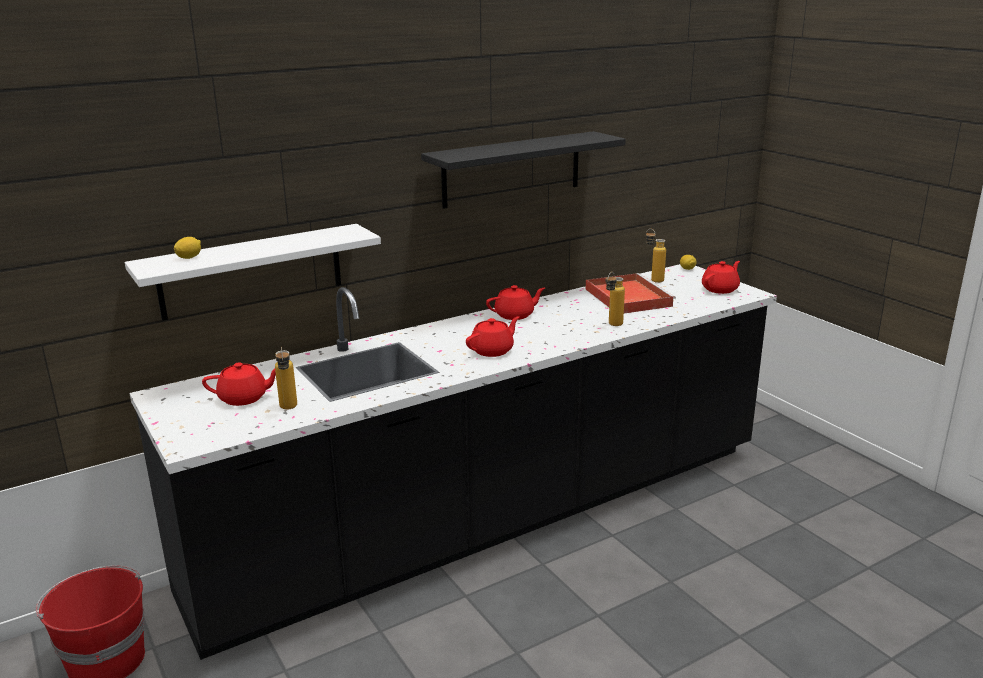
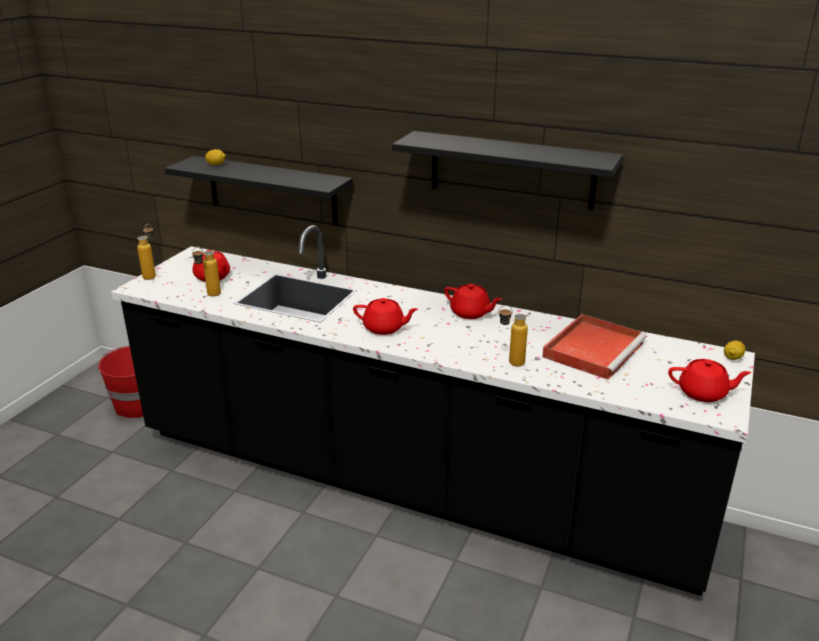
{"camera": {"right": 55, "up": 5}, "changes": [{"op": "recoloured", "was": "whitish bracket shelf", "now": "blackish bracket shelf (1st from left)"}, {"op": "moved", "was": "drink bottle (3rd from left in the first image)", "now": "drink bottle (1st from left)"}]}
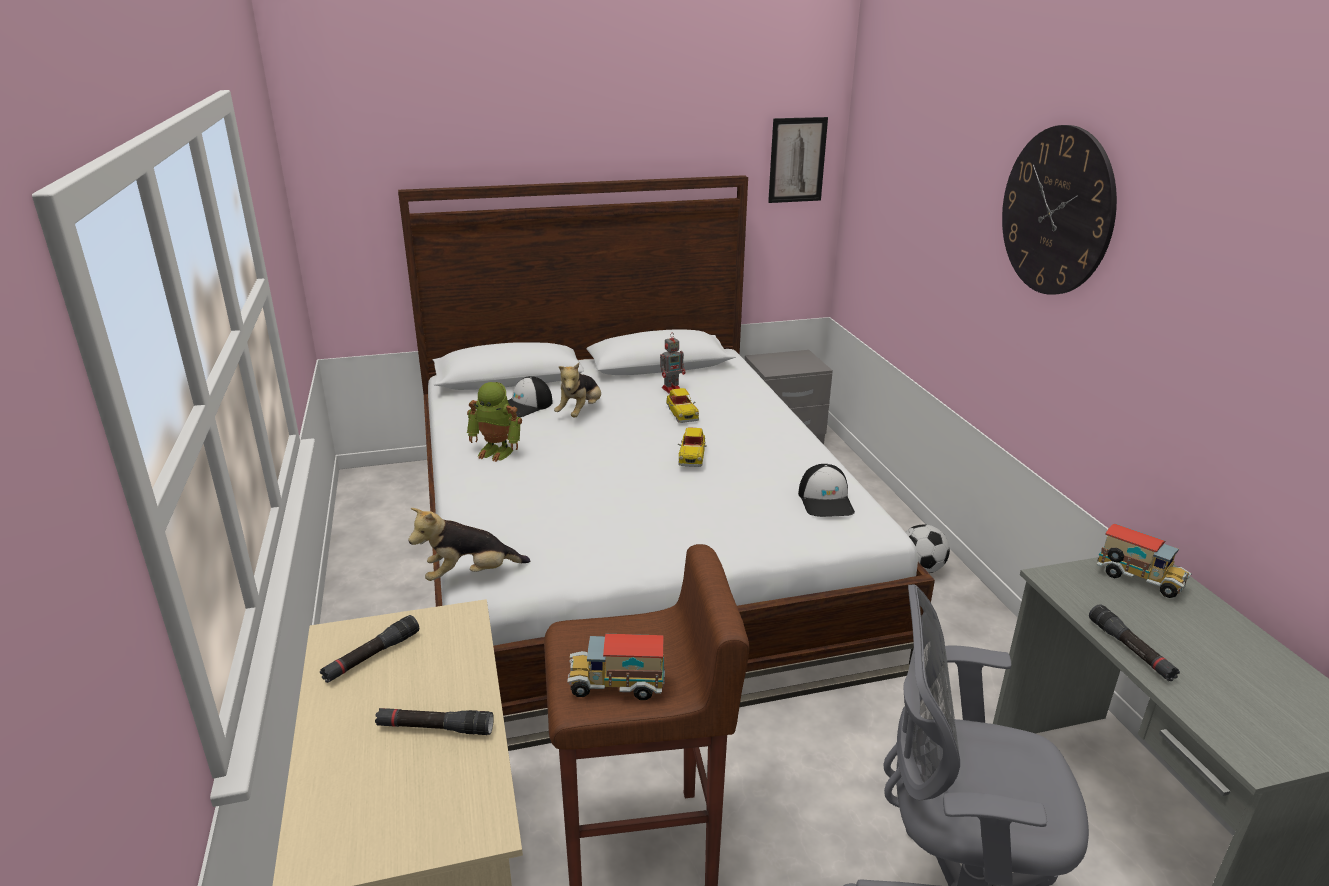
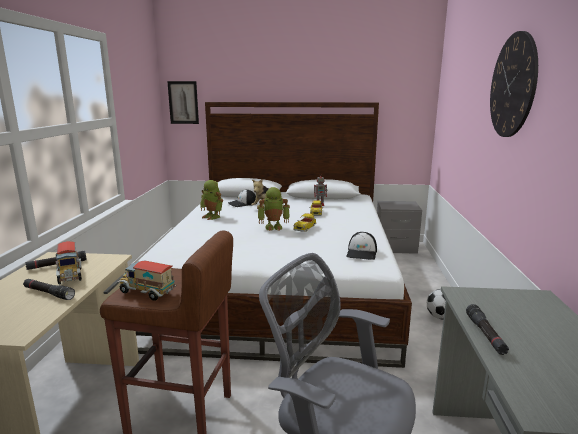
{"camera": {"right": 20, "up": -10}, "changes": [{"op": "moved", "was": "wall art"}, {"op": "removed", "was": "plush toy (1st from left)"}, {"op": "moved", "was": "model truck (2nd from left in the first image)", "now": "model truck (1st from left)"}, {"op": "added", "now": "model robot (2nd from left)"}]}
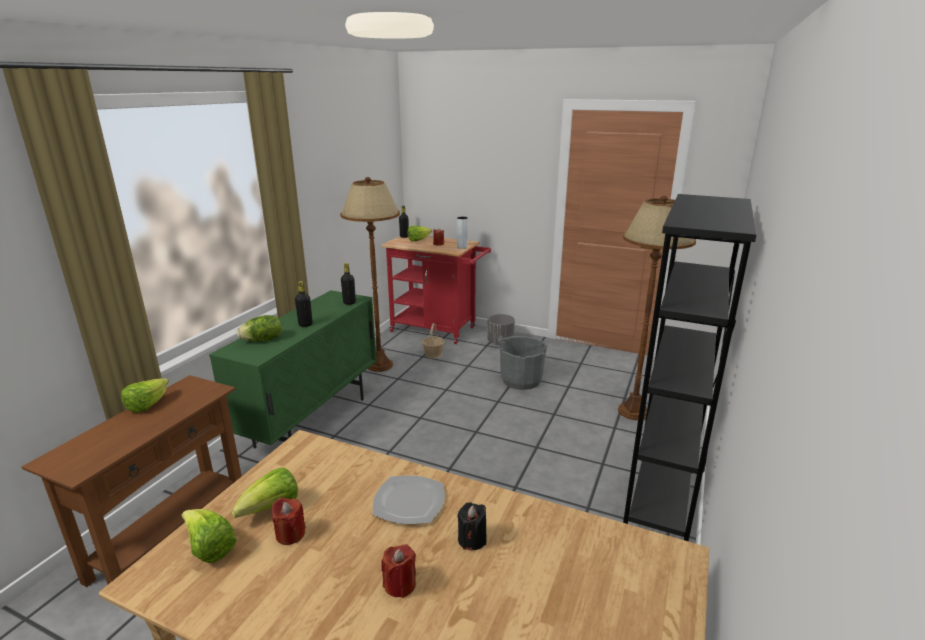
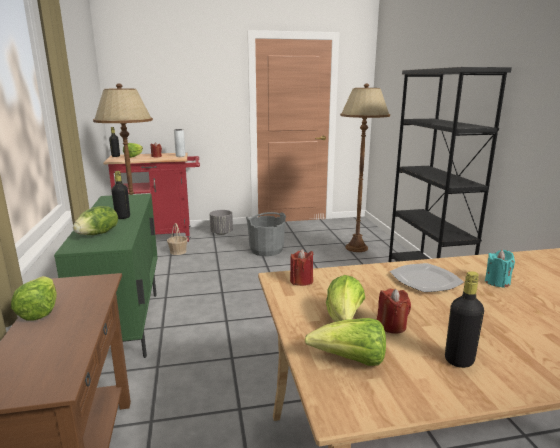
{"camera": {"right": -35, "up": -5}, "changes": [{"op": "moved", "was": "blackish drink bottle (2nd from left in the first image)", "now": "blackish drink bottle (3rd from left)"}, {"op": "recoloured", "was": "blackish wax candle", "now": "turquoise wax candle"}, {"op": "moved", "was": "reddish wax candle (2nd from left)"}]}
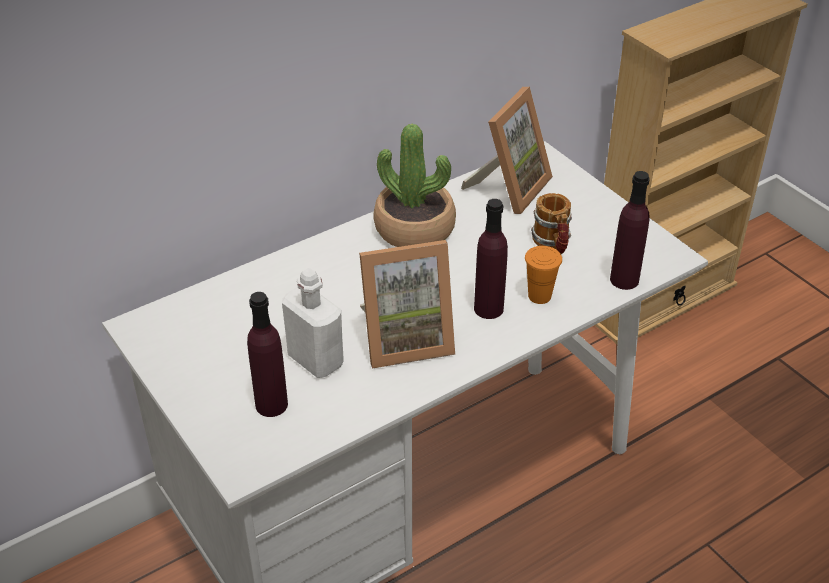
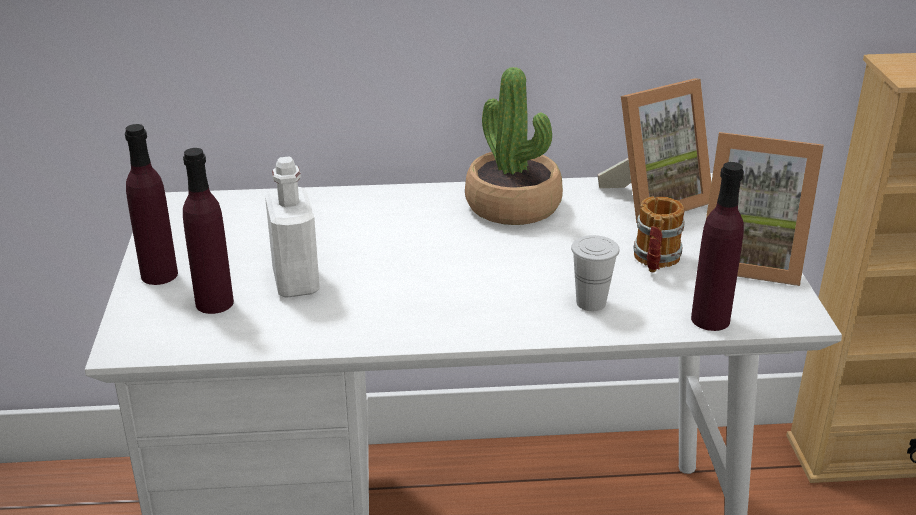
{"camera": {"right": 30, "up": -10}, "changes": [{"op": "moved", "was": "purple drink bottle (2nd from left in the first image)", "now": "purple drink bottle (1st from left)"}, {"op": "moved", "was": "standing frame (1st from left in the first image)", "now": "standing frame (2nd from left)"}, {"op": "recoloured", "was": "orange-coloured drinking cup", "now": "whitish drinking cup"}]}
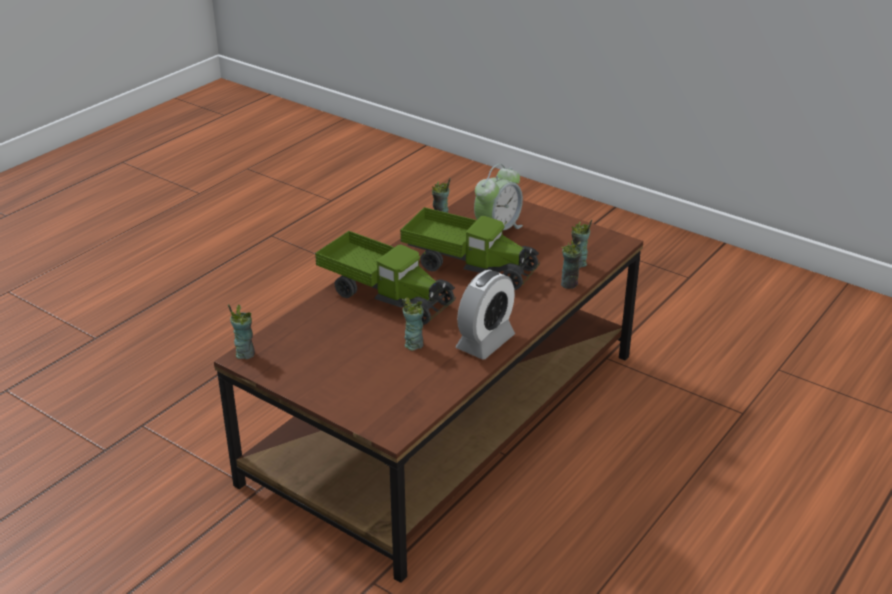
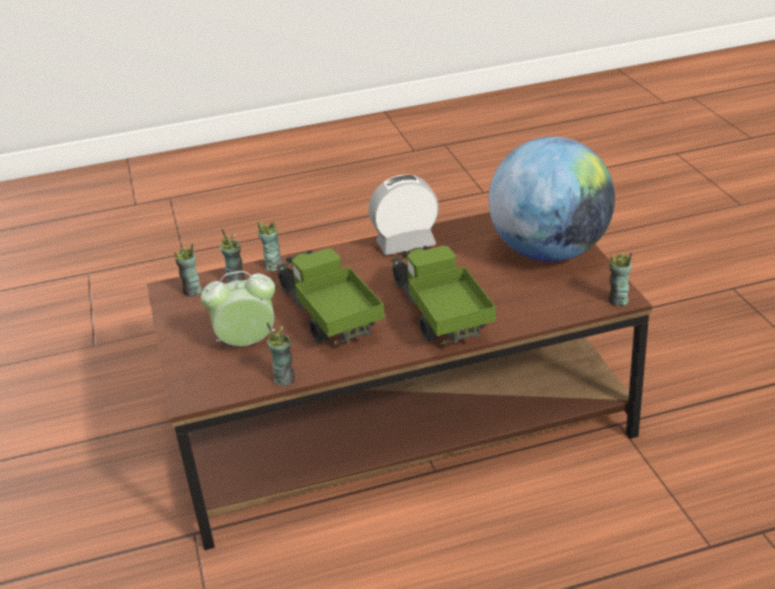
{"camera": {"right": -140, "up": 0}, "changes": [{"op": "moved", "was": "drinking cup (2nd from left in the first image)", "now": "drinking cup (1st from left)"}, {"op": "added", "now": "desk globe"}]}
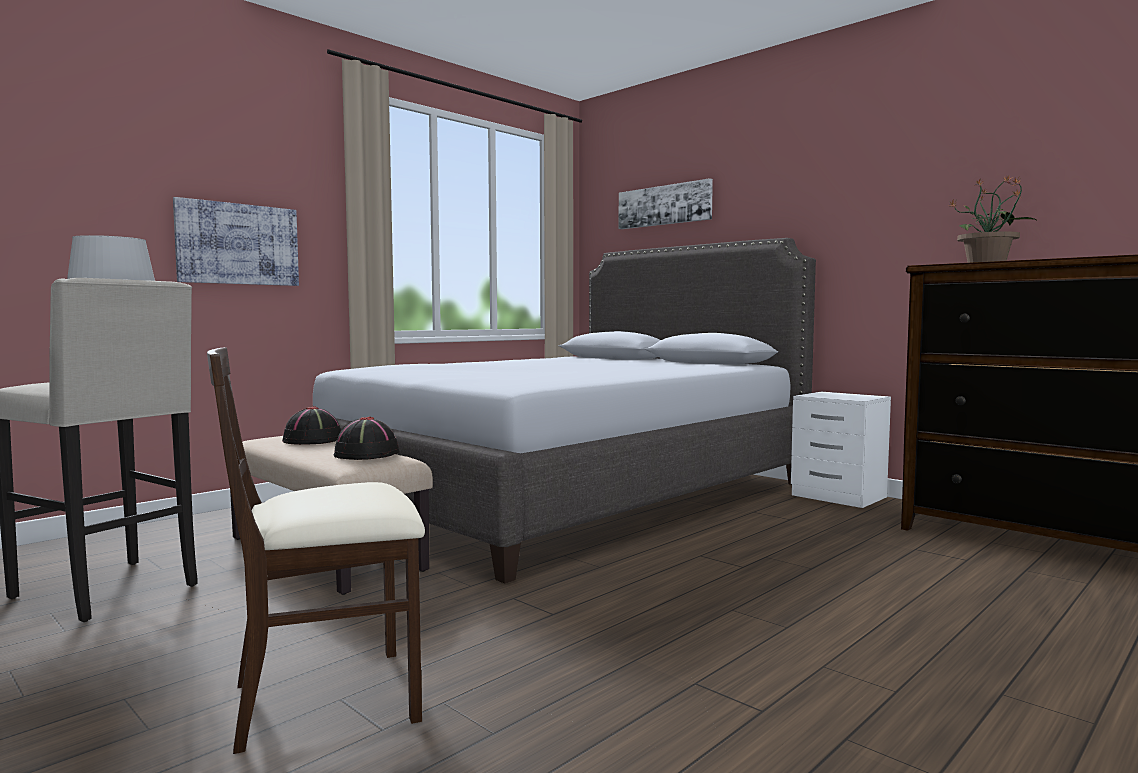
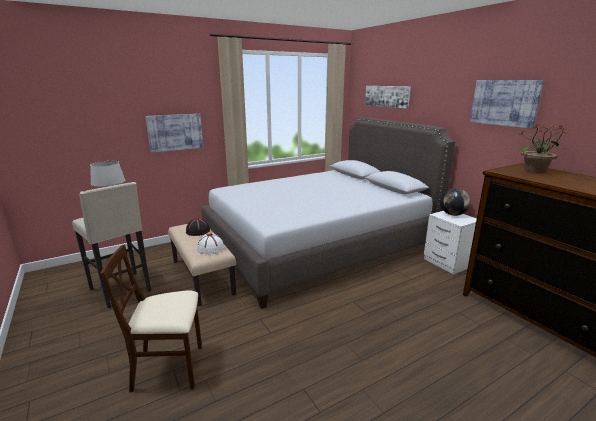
{"camera": {"right": 15, "up": 15}, "changes": [{"op": "recoloured", "was": "blackish hat (2nd from left)", "now": "whitish hat"}, {"op": "added", "now": "wall art (3rd from left)"}, {"op": "added", "now": "desk globe"}]}
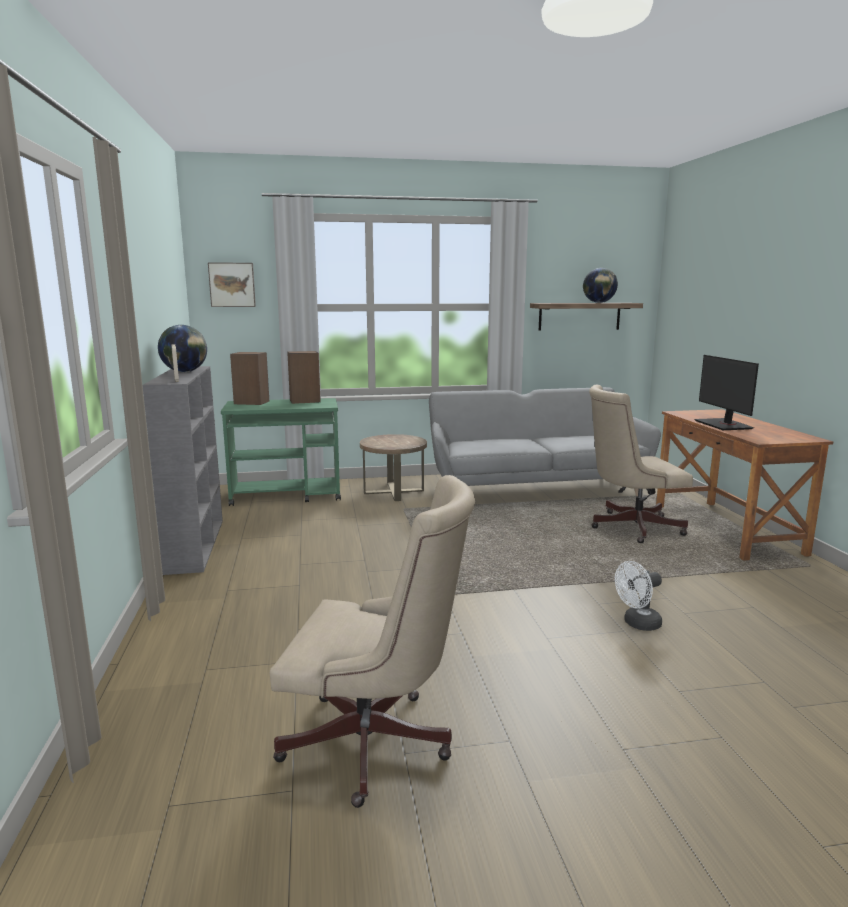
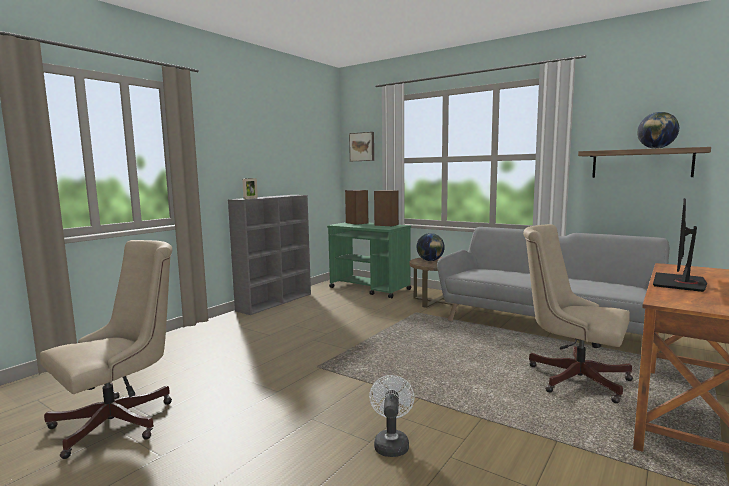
{"camera": {"right": 45, "up": -5}, "changes": [{"op": "moved", "was": "desk globe (1st from left)"}, {"op": "turned", "was": "sand-coloured office chair (1st from left)", "clockwise": -105}, {"op": "turned", "was": "whitish electric fan", "clockwise": 75}]}
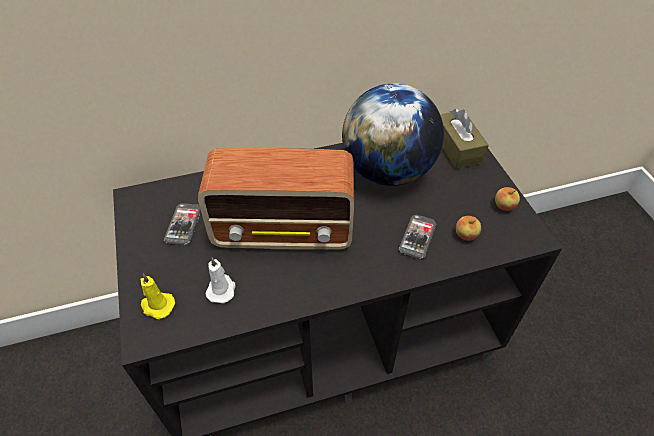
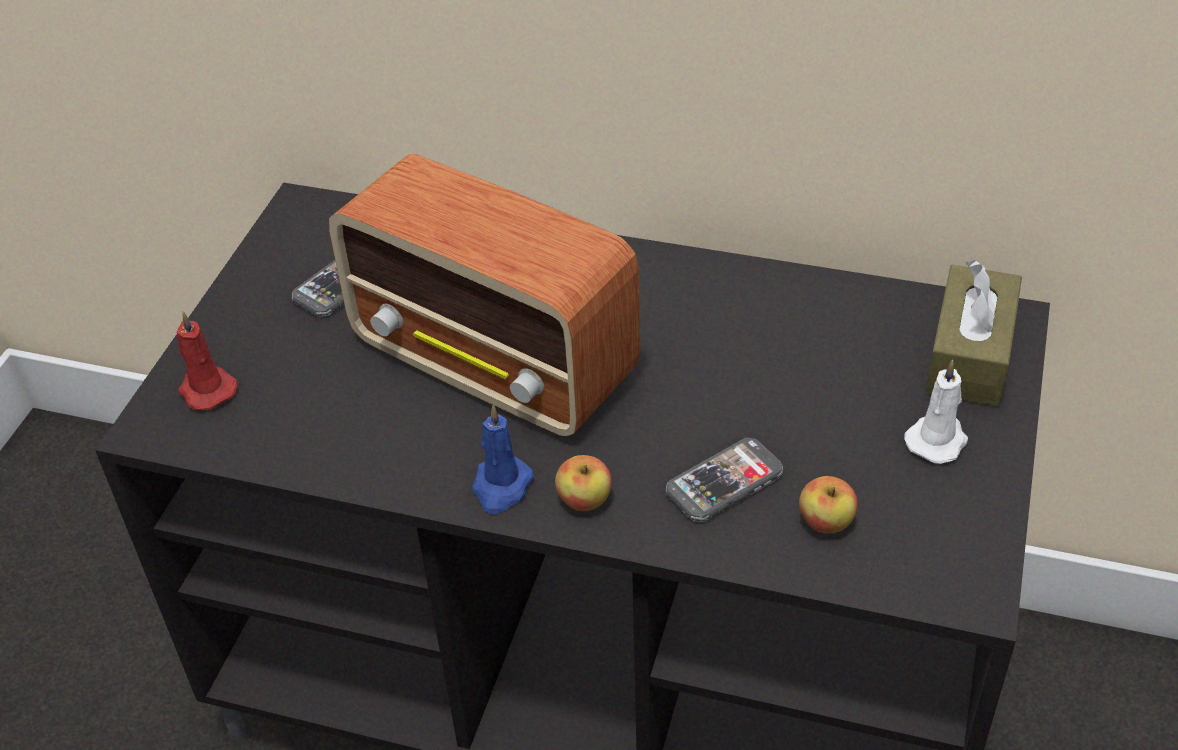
{"camera": {"right": 35, "up": -5}, "changes": [{"op": "removed", "was": "desk globe"}, {"op": "moved", "was": "whole apple (2nd from left in the first image)", "now": "whole apple (1st from left)"}, {"op": "moved", "was": "whitish wax candle"}, {"op": "recoloured", "was": "yellowish wax candle", "now": "reddish wax candle"}, {"op": "added", "now": "bluish wax candle"}]}
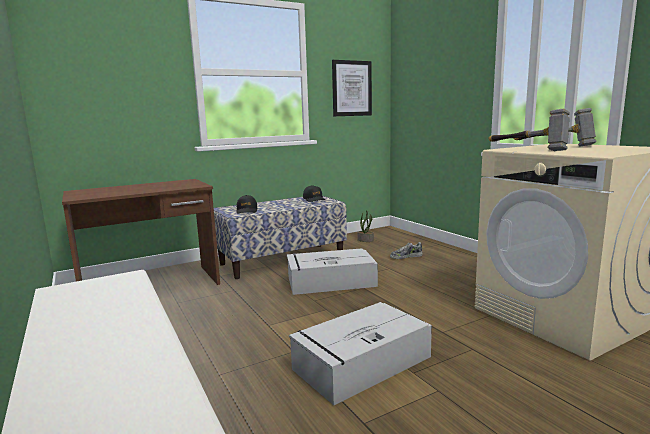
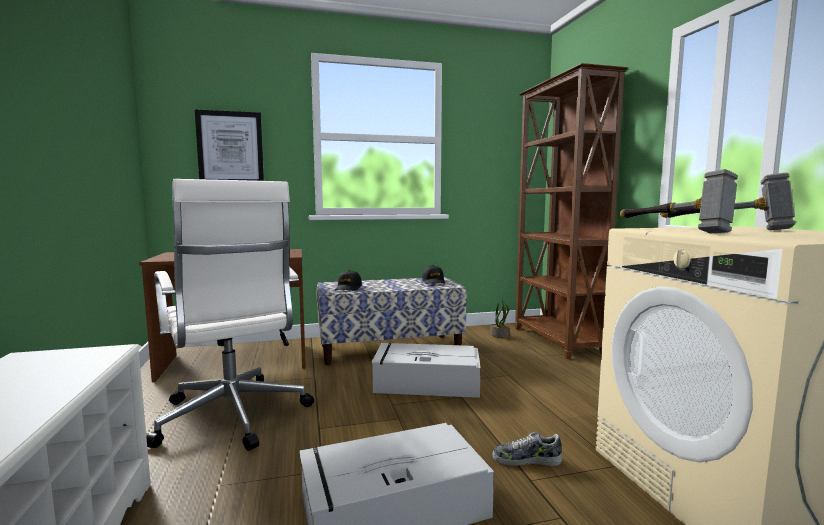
{"camera": {"right": 15, "up": -5}, "changes": [{"op": "moved", "was": "wall art"}, {"op": "moved", "was": "low shoe"}, {"op": "added", "now": "brown bookcase"}, {"op": "added", "now": "whitish office chair"}]}
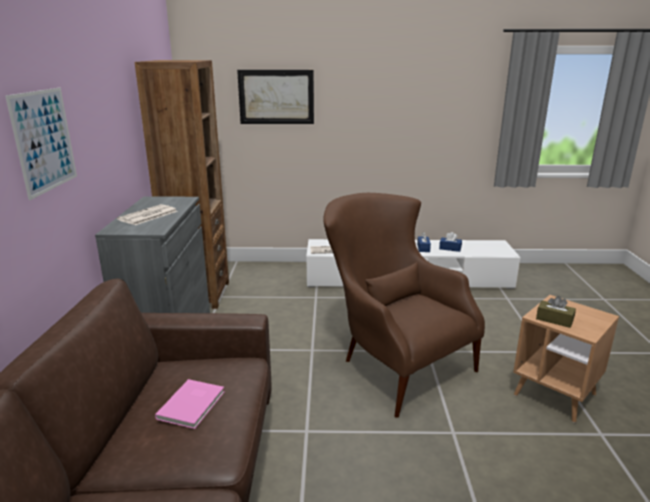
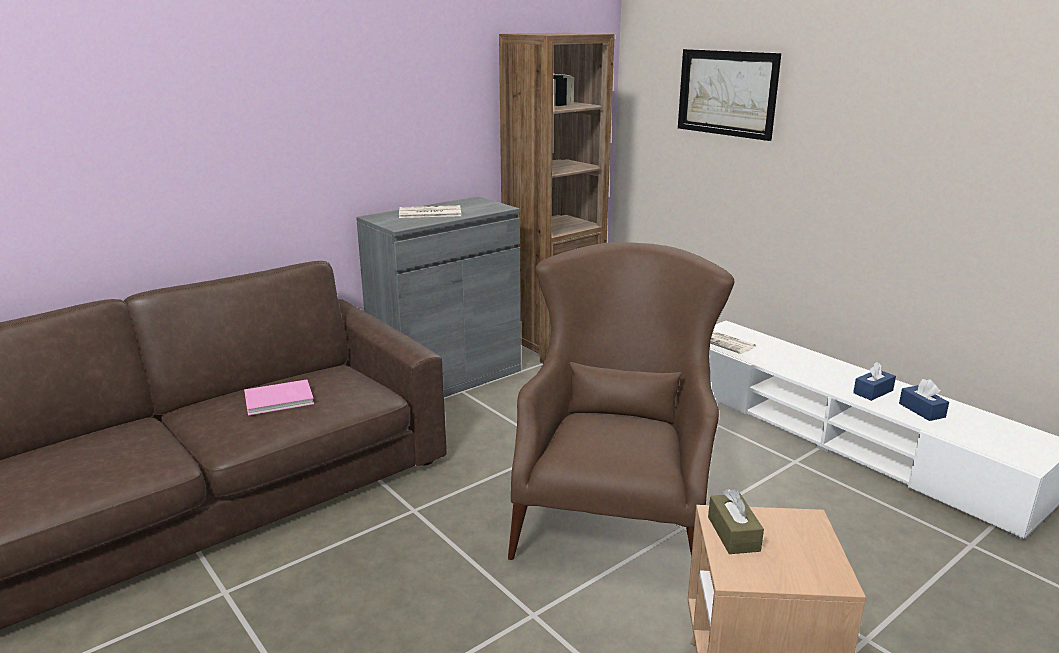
{"camera": {"right": 50, "up": 0}, "changes": [{"op": "removed", "was": "wall art (1st from left)"}]}
